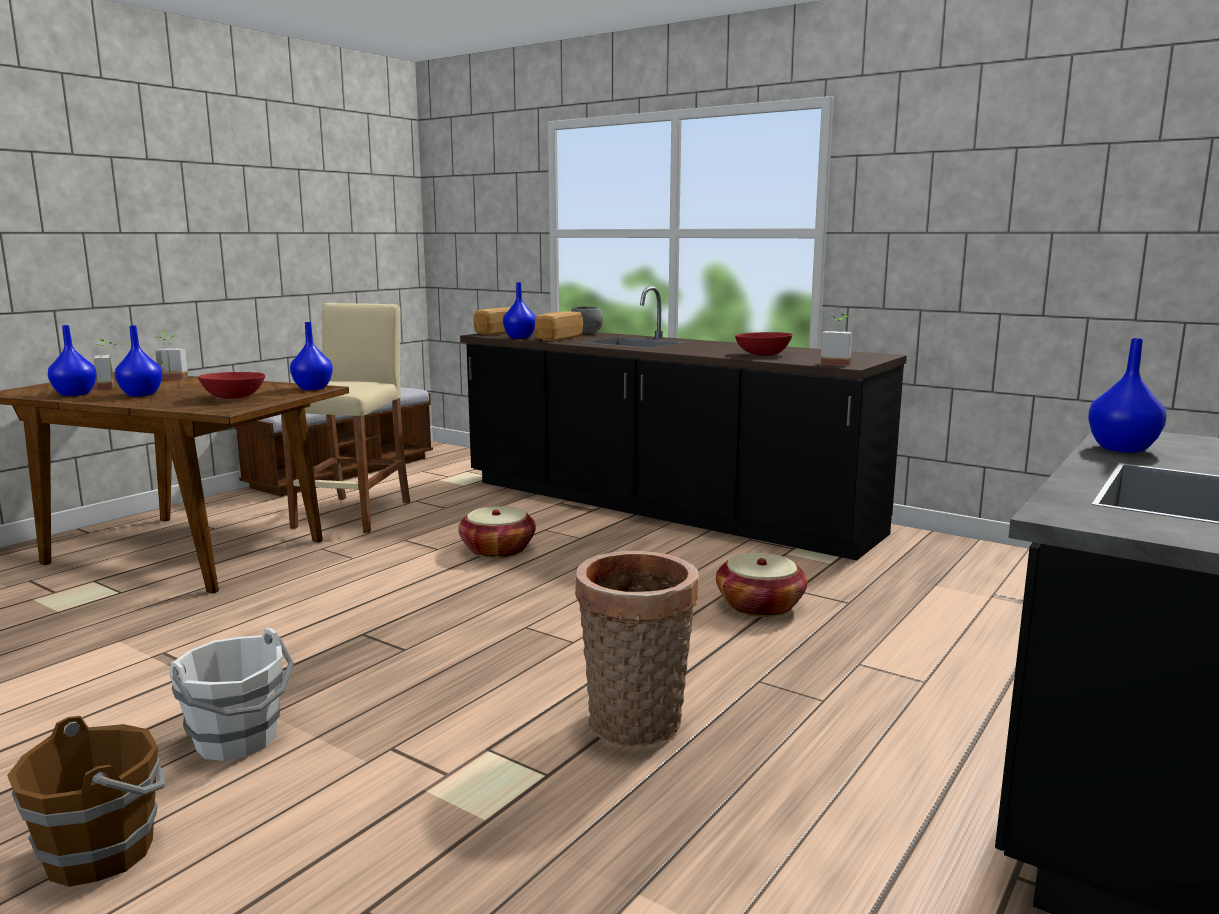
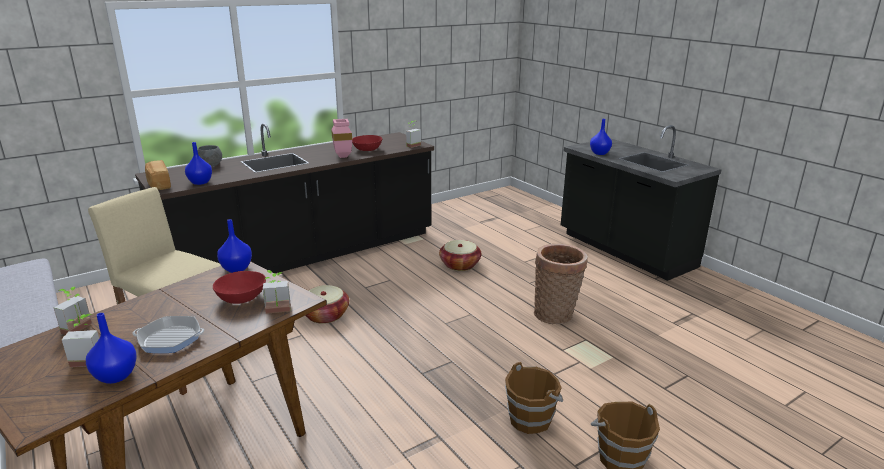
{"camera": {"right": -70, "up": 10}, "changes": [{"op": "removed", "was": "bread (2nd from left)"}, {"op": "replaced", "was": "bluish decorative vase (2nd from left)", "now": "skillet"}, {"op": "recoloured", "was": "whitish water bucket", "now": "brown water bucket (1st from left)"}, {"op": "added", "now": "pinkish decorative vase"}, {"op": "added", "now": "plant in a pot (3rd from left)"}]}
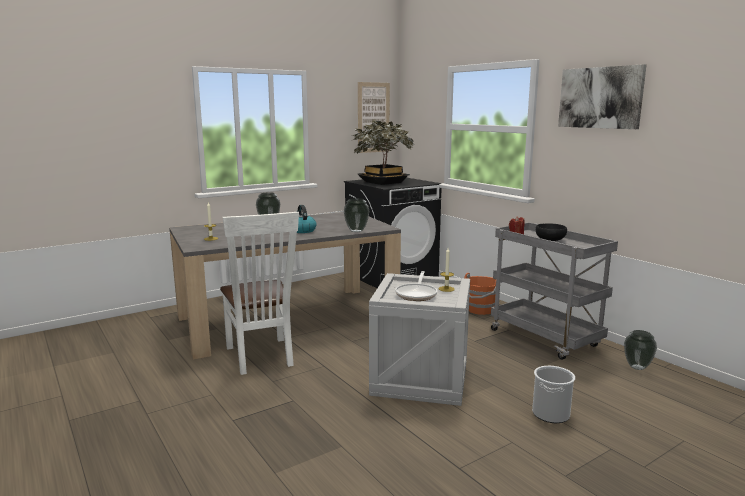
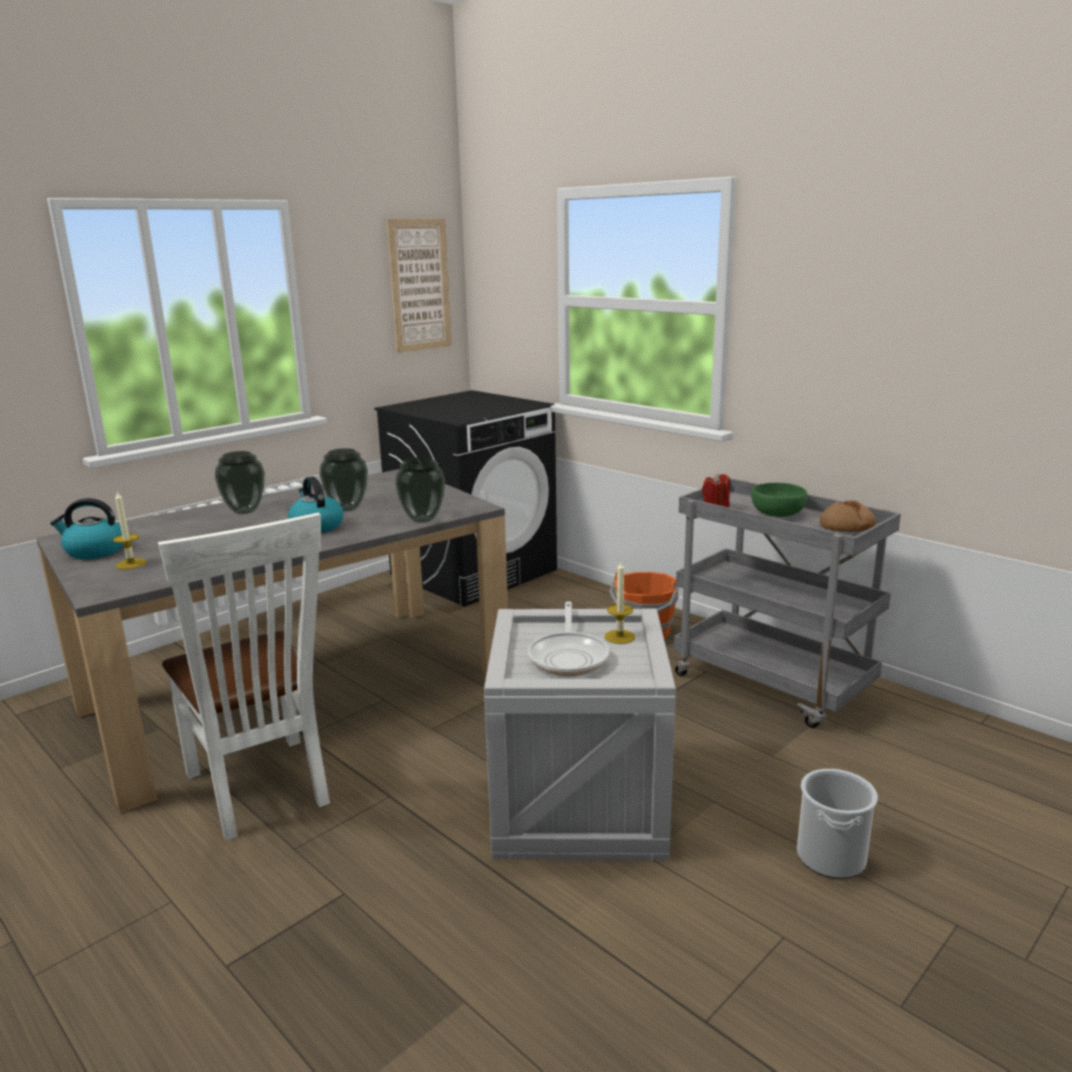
{"camera": {"right": -10, "up": 5}, "changes": [{"op": "removed", "was": "wall art (2nd from left)"}, {"op": "removed", "was": "plant in a pot"}, {"op": "recoloured", "was": "blackish deep dish", "now": "green deep dish"}, {"op": "moved", "was": "decorative vase (3rd from left in the first image)", "now": "decorative vase (2nd from left)"}, {"op": "added", "now": "kettle (1st from left)"}, {"op": "added", "now": "bread"}]}
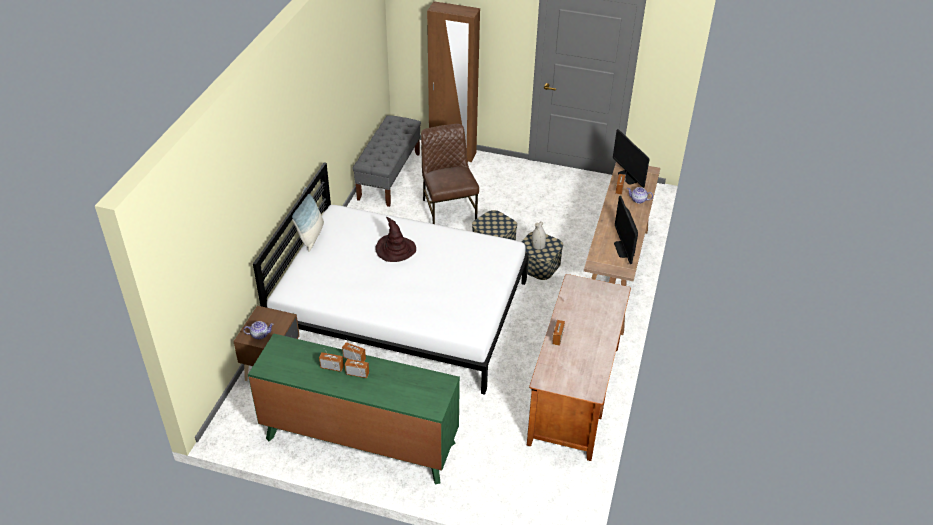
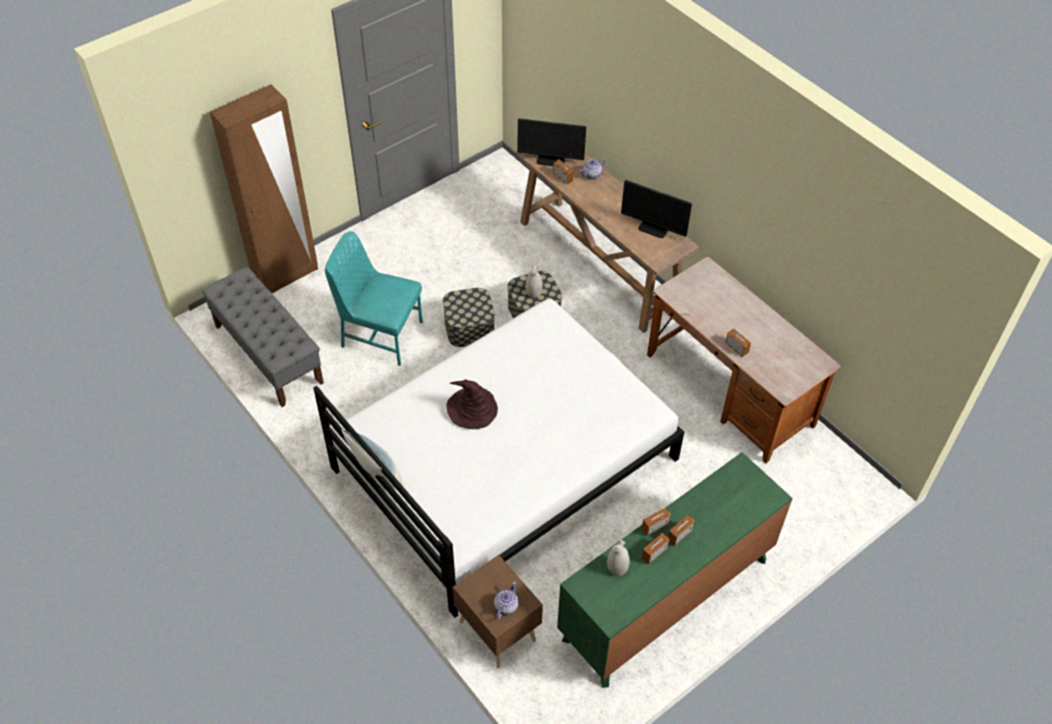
{"camera": {"right": -55, "up": 10}, "changes": [{"op": "recoloured", "was": "brown upright chair", "now": "turquoise upright chair"}, {"op": "added", "now": "whitish decorative vase (2nd from left)"}]}
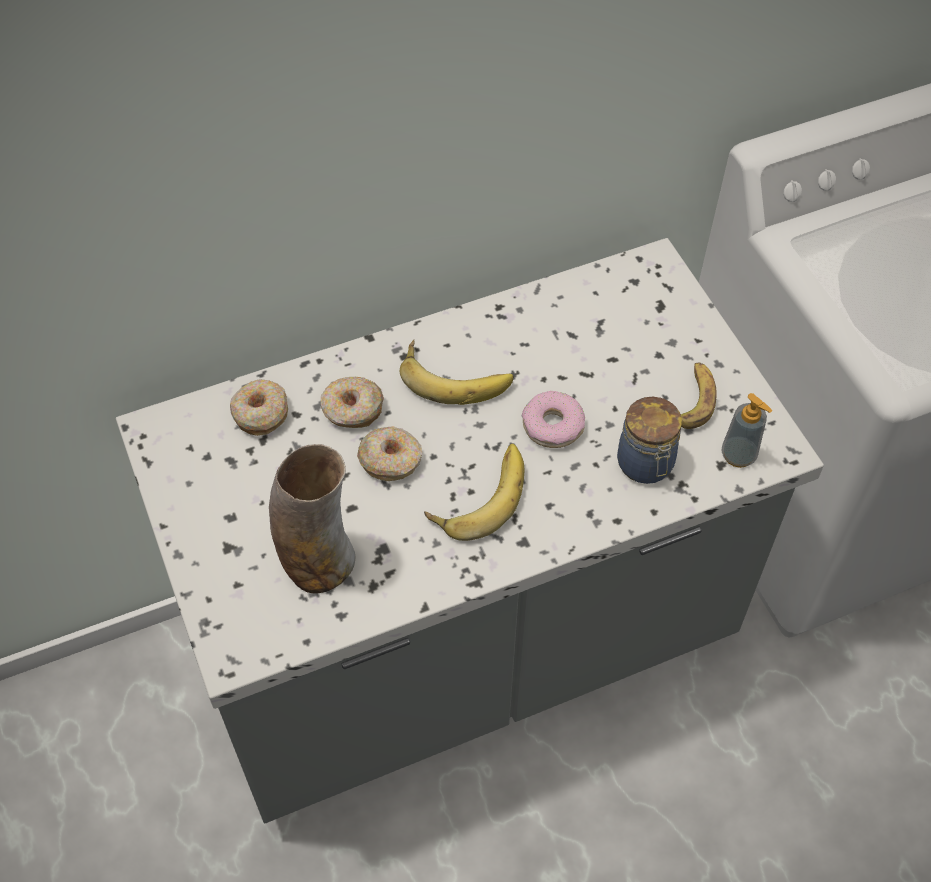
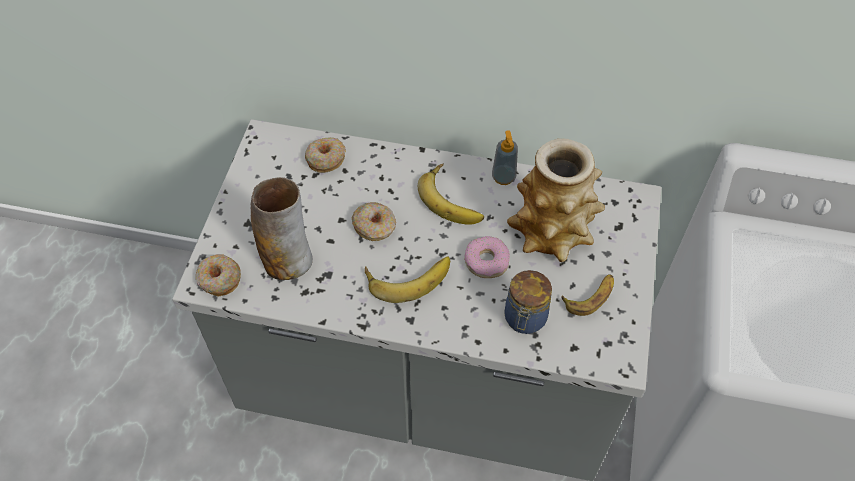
{"camera": {"right": 35, "up": 0}, "changes": [{"op": "moved", "was": "donut (2nd from left in the first image)", "now": "donut (1st from left)"}, {"op": "moved", "was": "liquid soap bottle"}, {"op": "added", "now": "decorative vase (2nd from left)"}]}
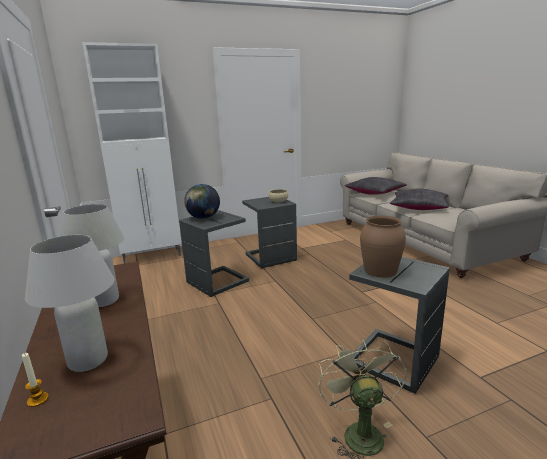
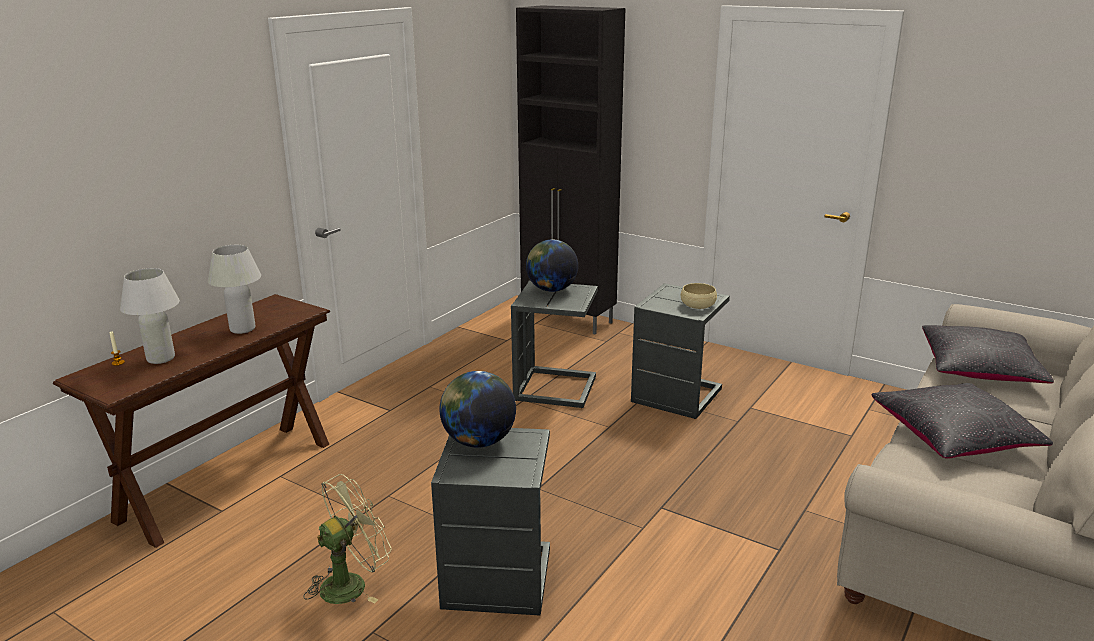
{"camera": {"right": 55, "up": 5}, "changes": [{"op": "recoloured", "was": "whitish cupboard", "now": "blackish cupboard"}, {"op": "replaced", "was": "brown decorative vase", "now": "desk globe (1st from left)"}]}
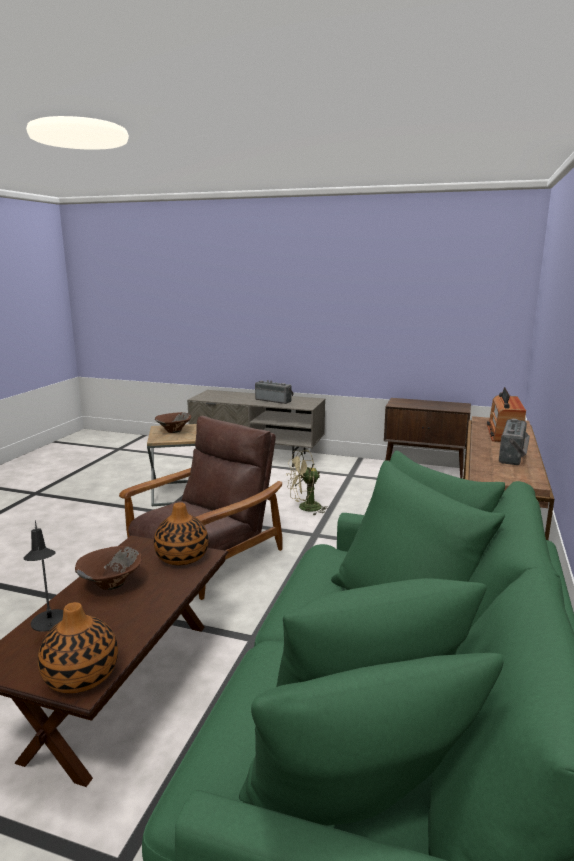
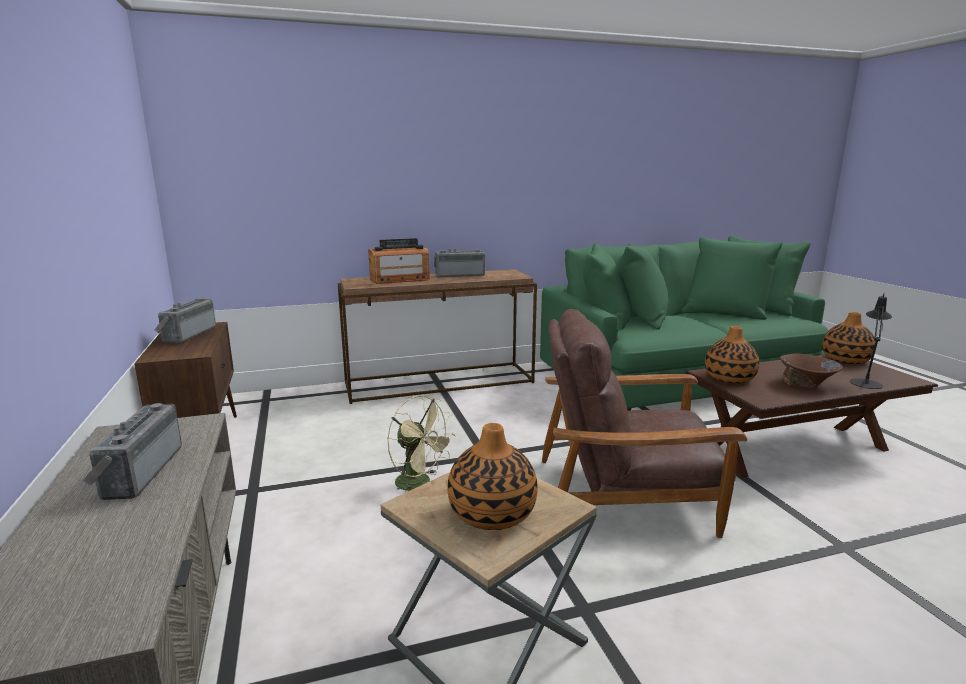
{"camera": {"right": -125, "up": 0}, "changes": [{"op": "replaced", "was": "brown deep dish (2nd from left)", "now": "decorative vase (1st from left)"}, {"op": "added", "now": "radio (2nd from left)"}]}
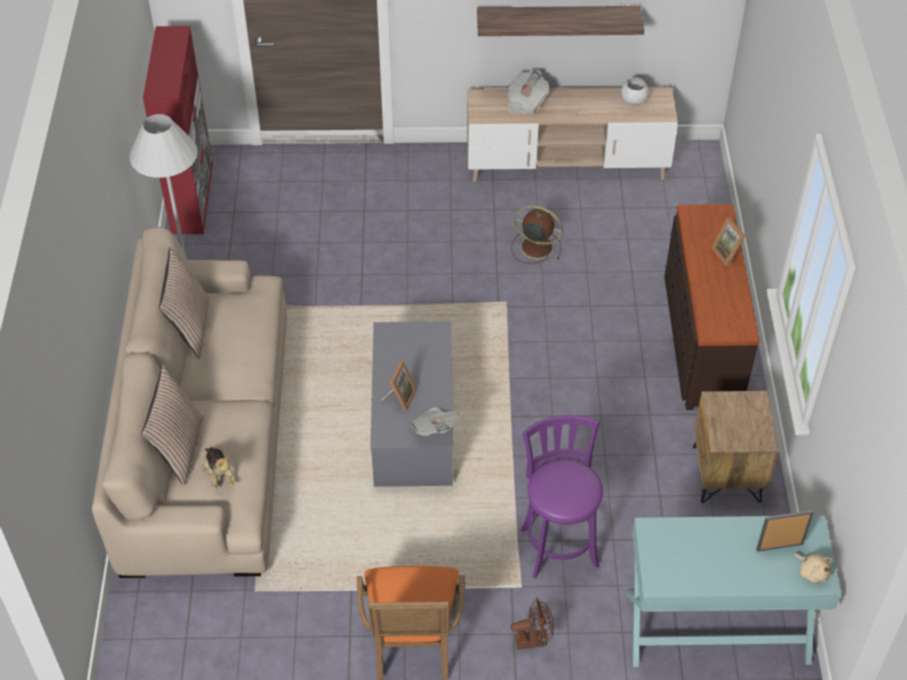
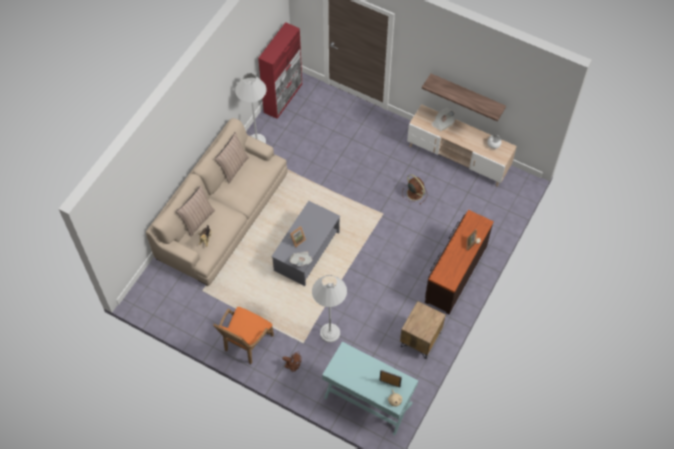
{"camera": {"right": 30, "up": 10}, "changes": [{"op": "replaced", "was": "purple stool", "now": "whitish standard lamp (2nd from left)"}]}
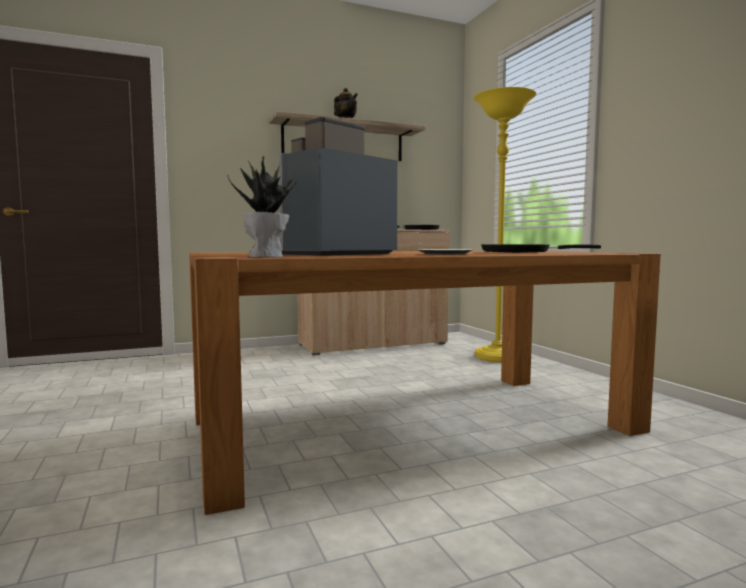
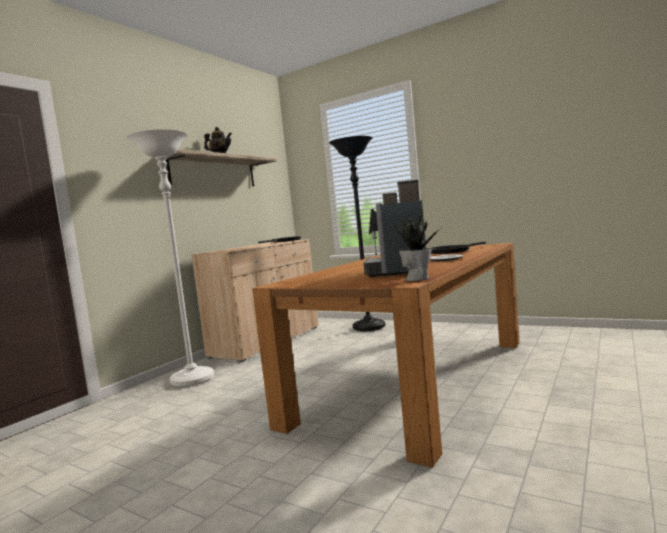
{"camera": {"right": -35, "up": 0}, "changes": [{"op": "recoloured", "was": "yellowish standard lamp", "now": "blackish standard lamp"}, {"op": "added", "now": "whitish standard lamp"}]}
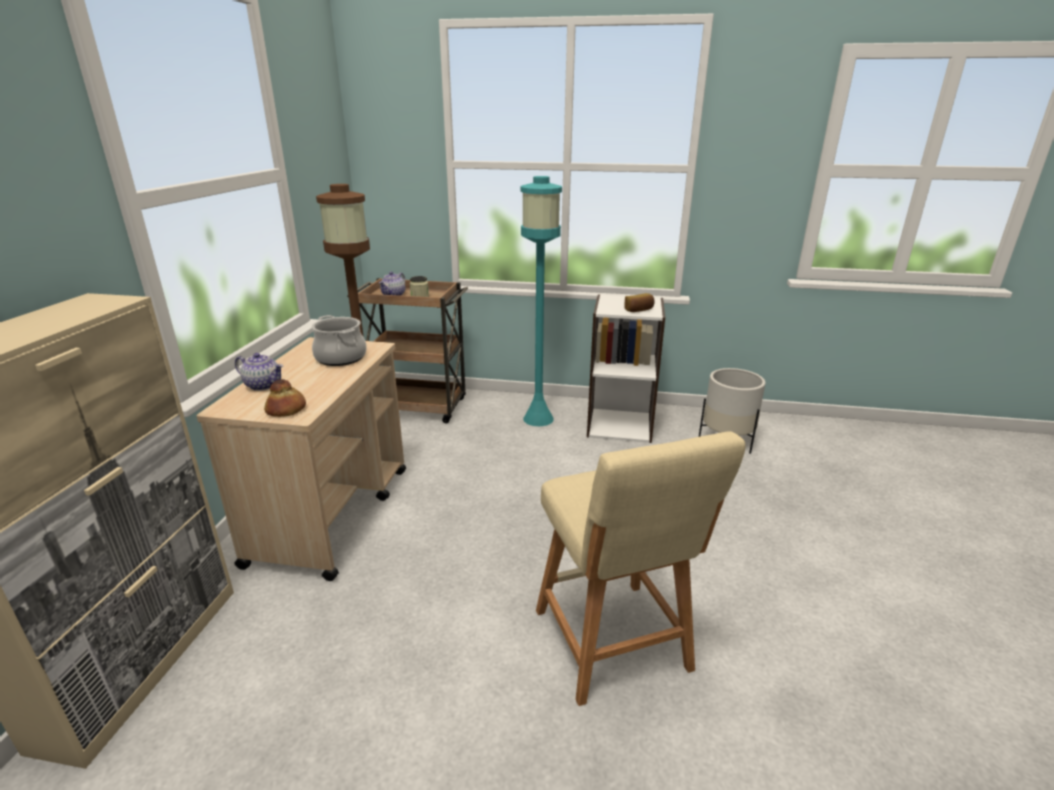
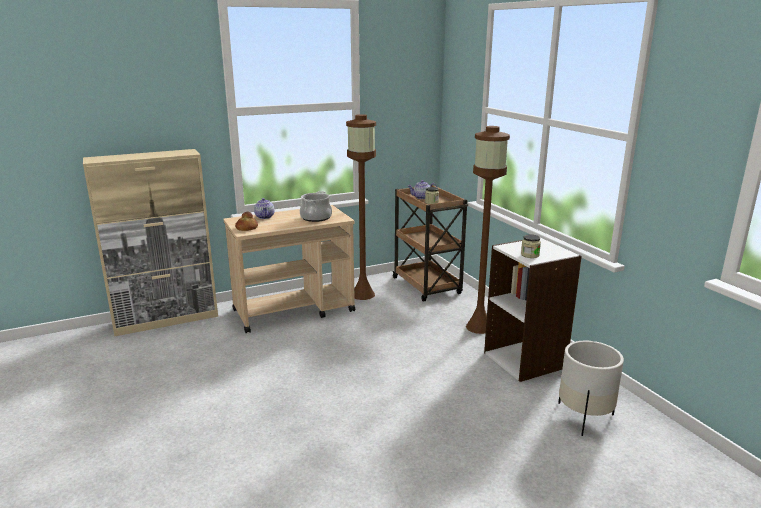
{"camera": {"right": 55, "up": -5}, "changes": [{"op": "recoloured", "was": "turquoise standard lamp", "now": "brown standard lamp (2nd from left)"}, {"op": "replaced", "was": "bread (2nd from left)", "now": "jar (2nd from left)"}, {"op": "removed", "was": "sand-coloured stool"}]}
